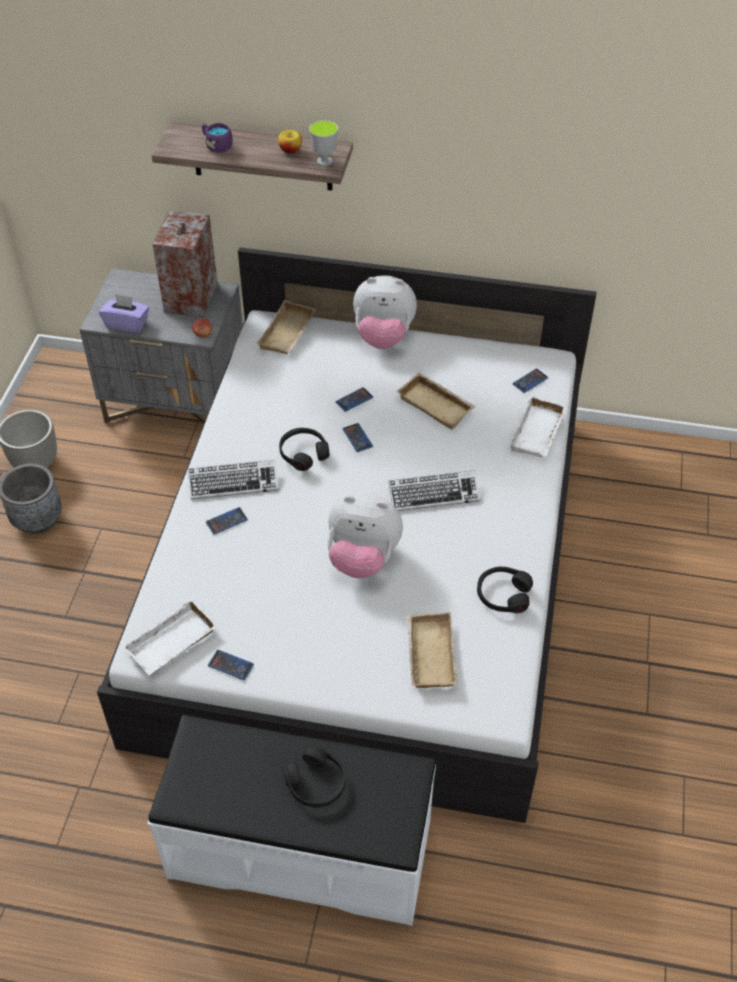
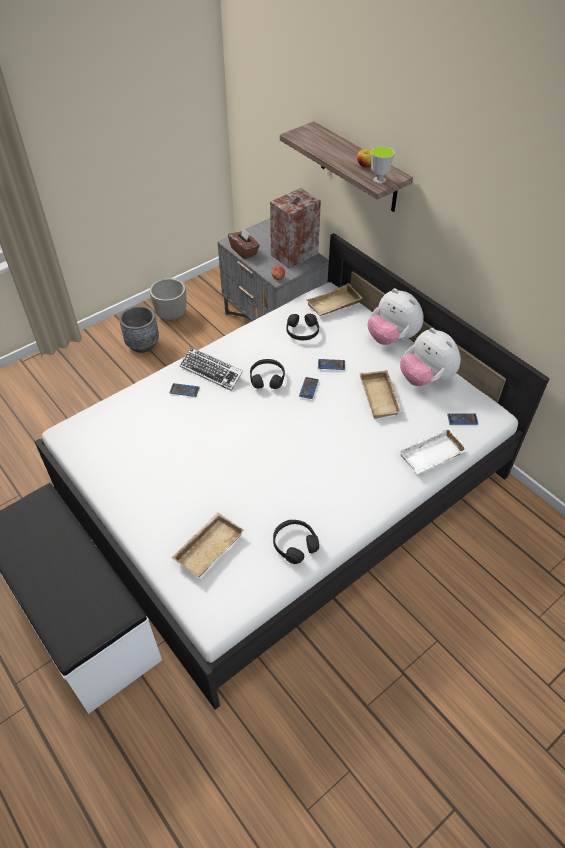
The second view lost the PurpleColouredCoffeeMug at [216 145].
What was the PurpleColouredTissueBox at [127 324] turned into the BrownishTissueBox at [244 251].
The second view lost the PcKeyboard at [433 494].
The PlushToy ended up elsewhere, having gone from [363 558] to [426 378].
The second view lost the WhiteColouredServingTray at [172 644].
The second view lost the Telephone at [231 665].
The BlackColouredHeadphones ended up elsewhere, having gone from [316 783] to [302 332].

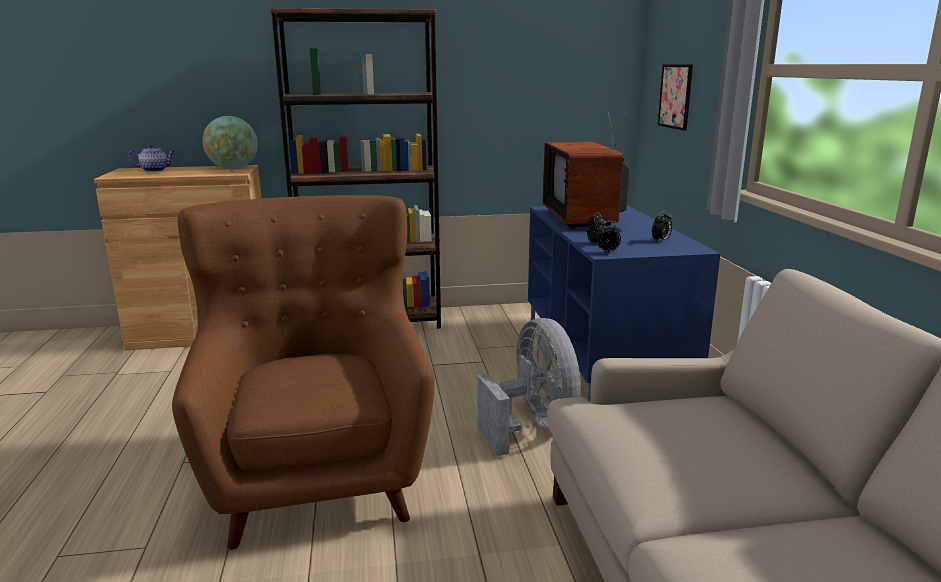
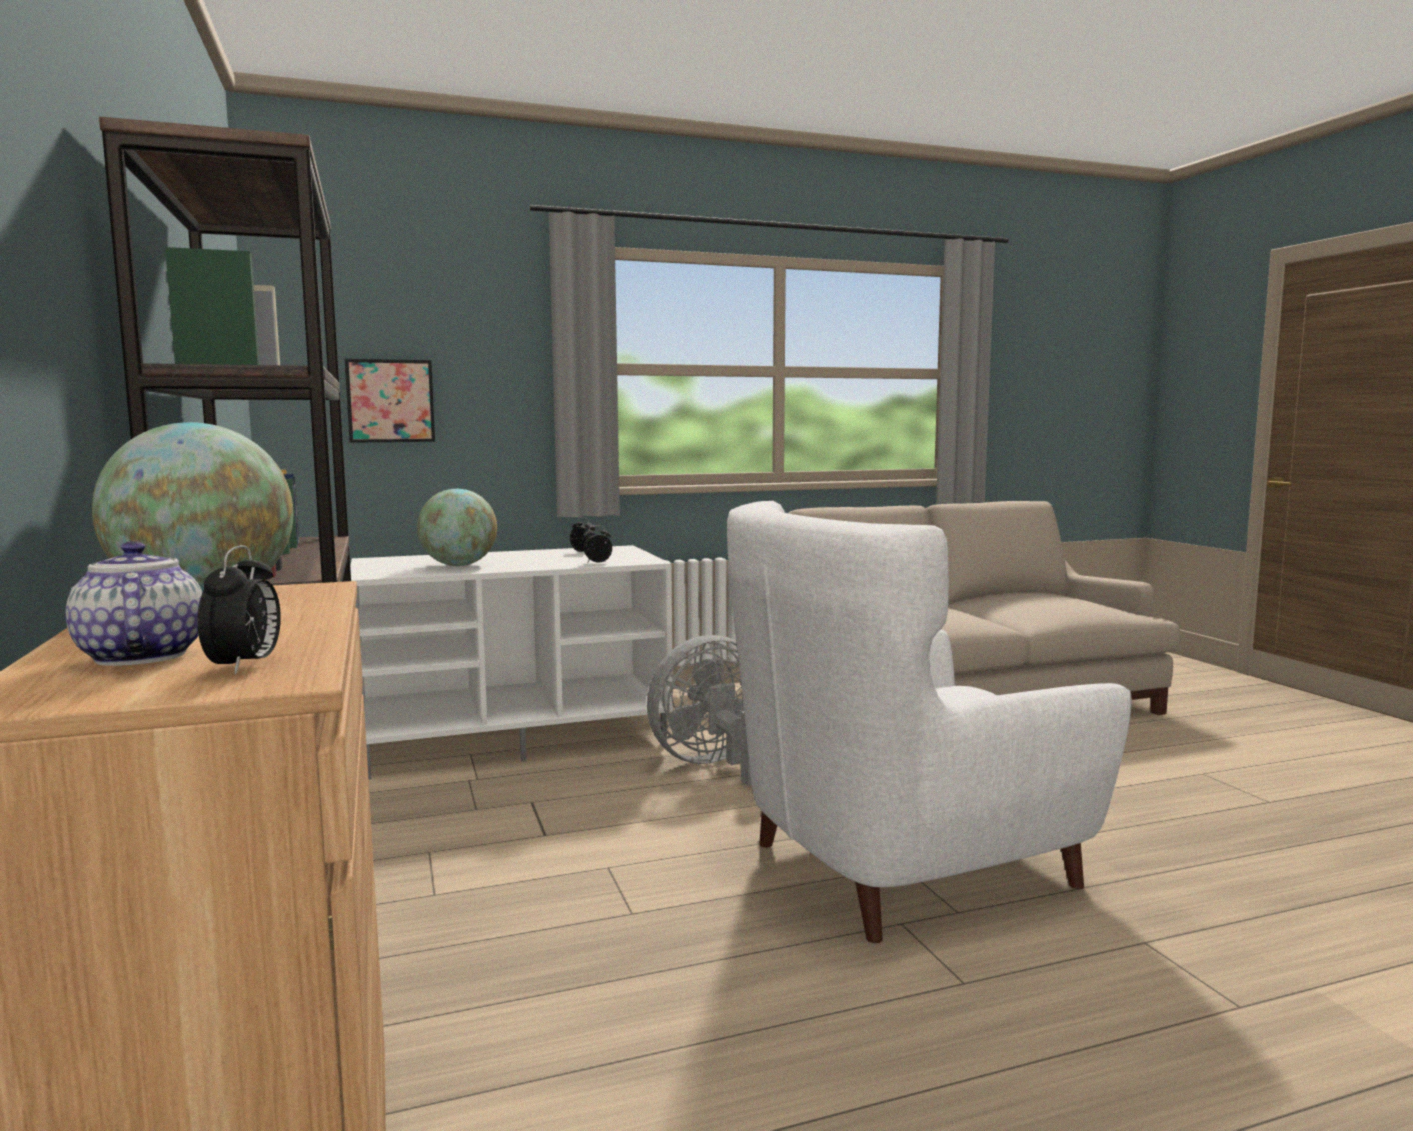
Where the Television stood at [585 219], the Globe came to stand at [459 565].
What was the BrownishEasyChair at [317 472] turned into the WhiteColouredEasyChair at [902 866].
What was the BlueTvUnit at [605 356] turned into the WhiteColouredTvUnit at [516 738].
The TableClock ended up elsewhere, having gone from [607 252] to [245 666].

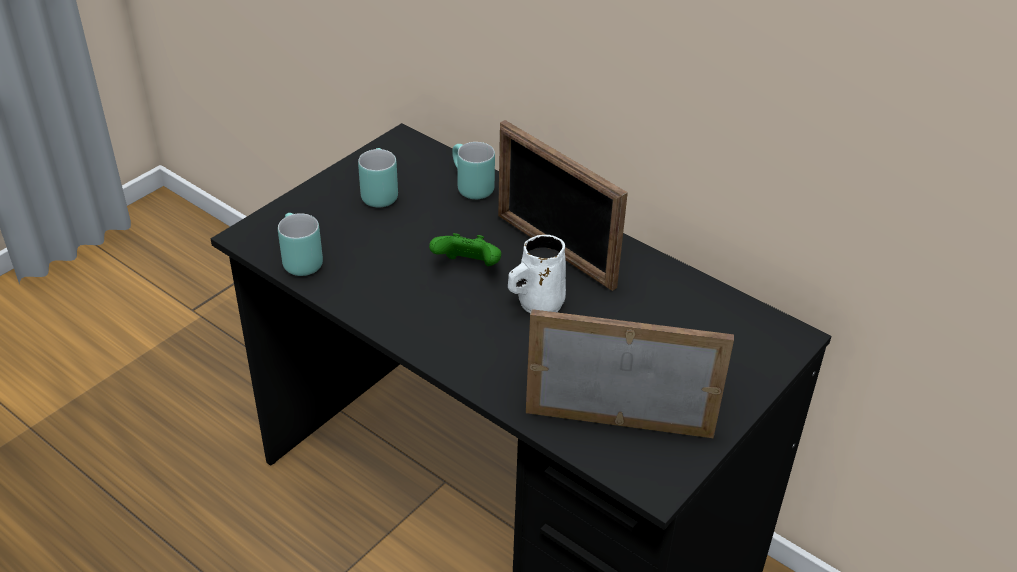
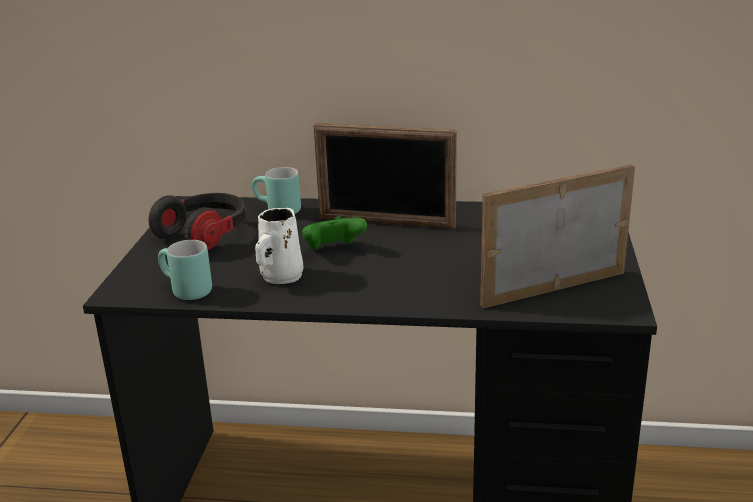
Where the BlueGreenCoffeeMug stood at [377 193], the Headphones came to stand at [205 235].
The WhiteColouredCoffeeMug ended up elsewhere, having gone from [538 304] to [280 277].

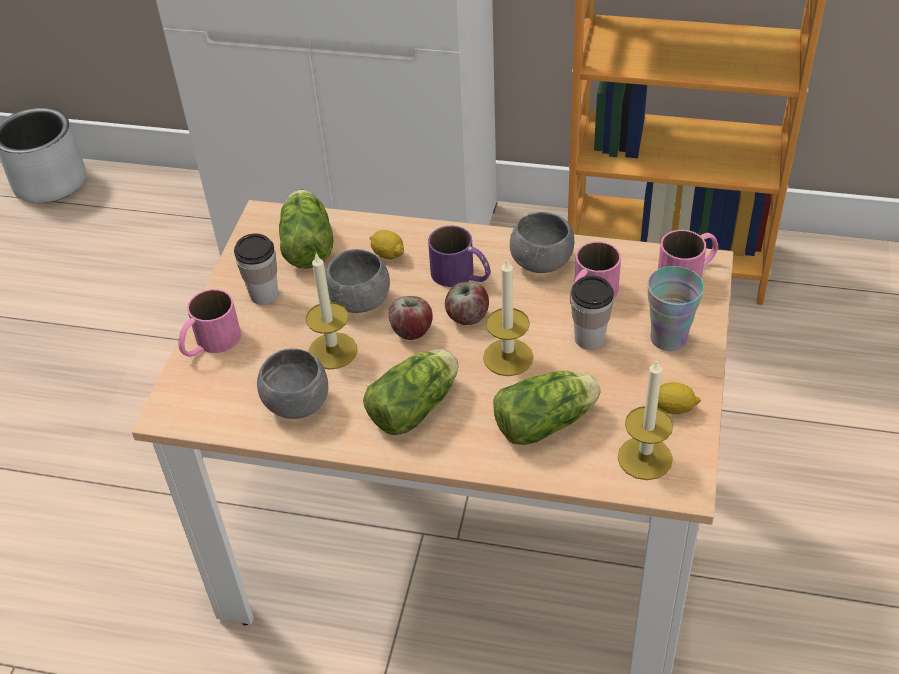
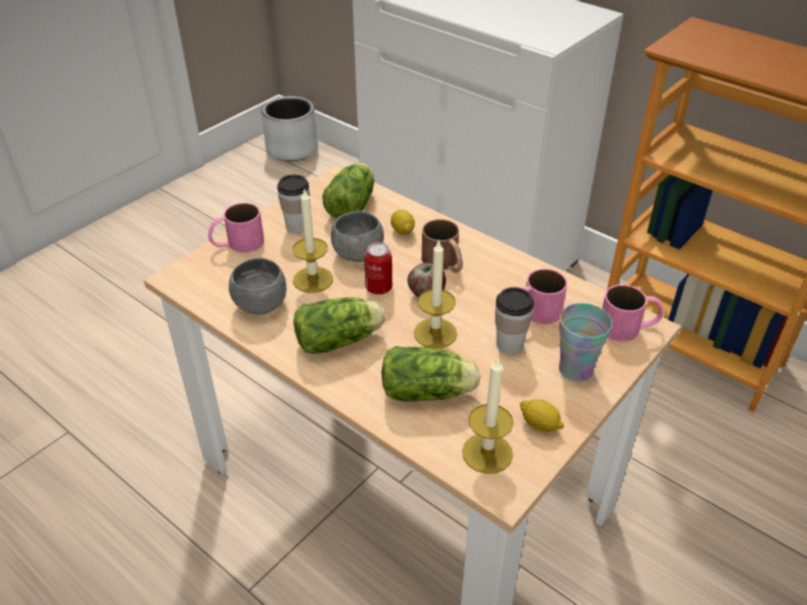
The second view lost the GrayDeepDish at [542 262].
What was the PurpleColouredCoffeeMug at [461 275] turned into the BrownishCoffeeMug at [444 264].
Where the WholeApple stood at [412 331], the MetalCan came to stand at [378 287].

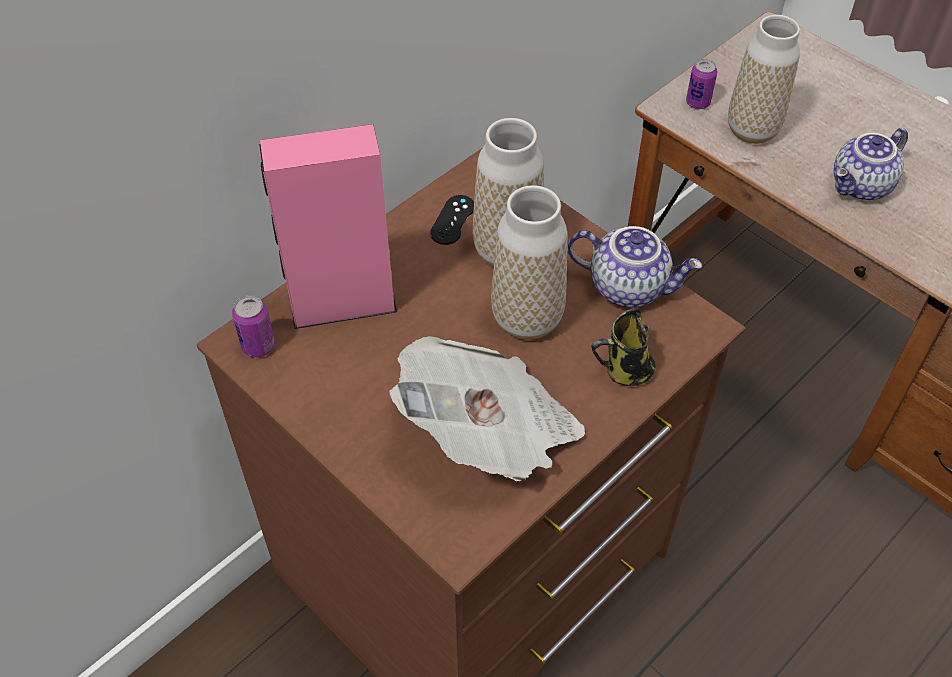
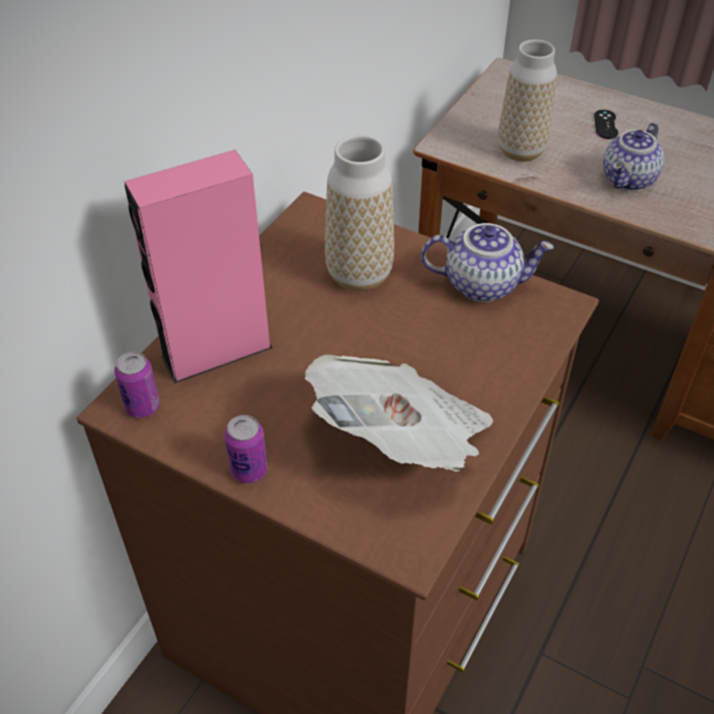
The MetalCan ended up elsewhere, having gone from [698 103] to [249 470].
The second view lost the FlowerVase at [527 319].
The BlackColouredGamepad ended up elsewhere, having gone from [453 220] to [605 124].
The second view lost the CoffeeMug at [625 370].

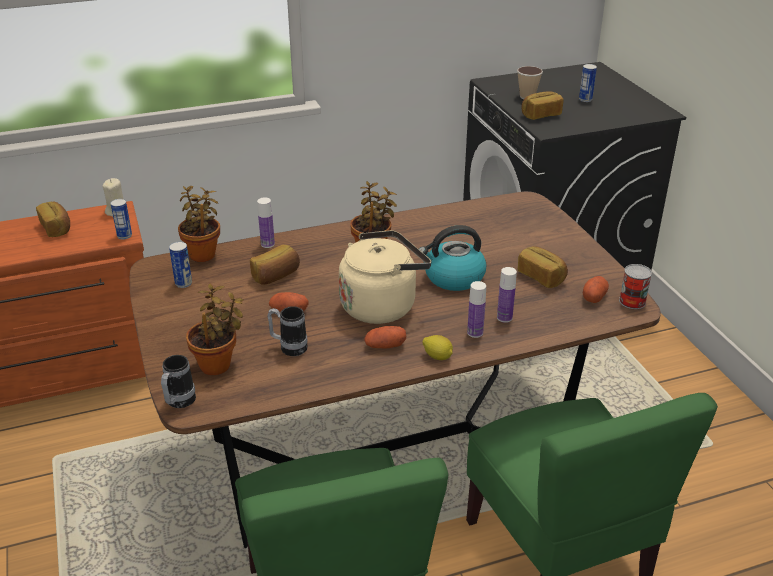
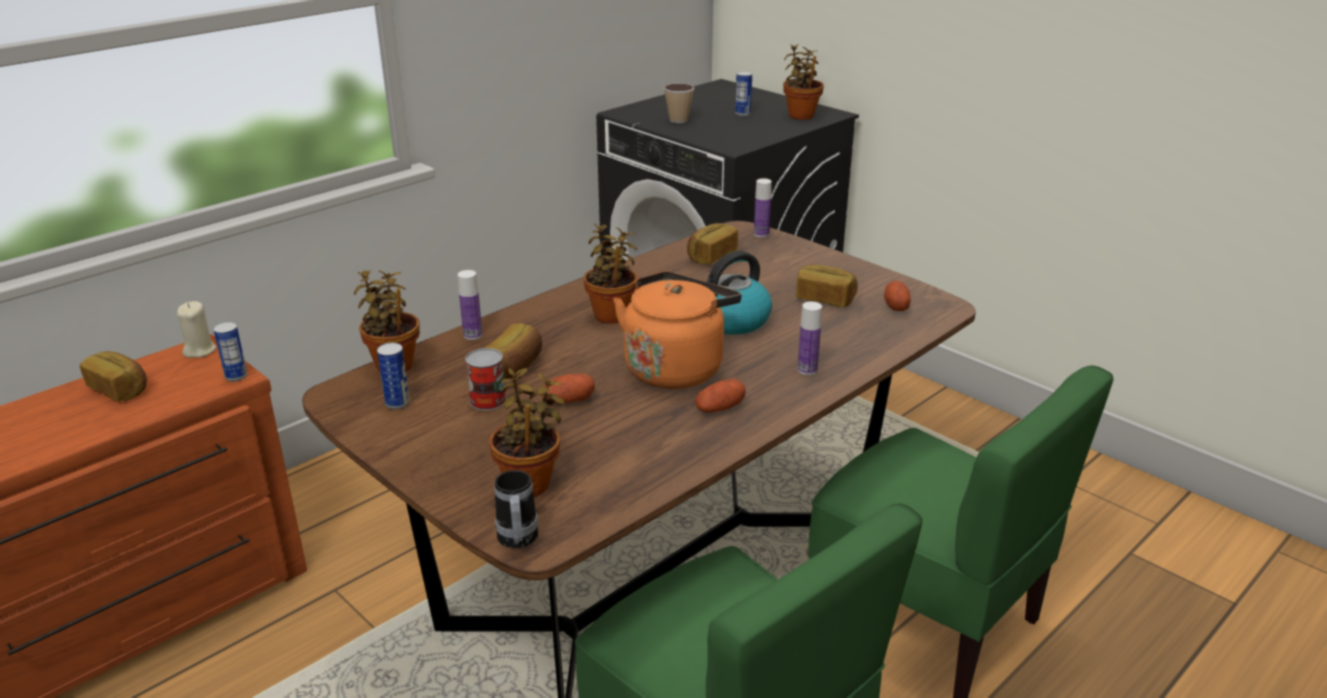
The BakedBread ended up elsewhere, having gone from [540 115] to [711 256].
What was the BeigeTeaKettle at [382 305] turned into the OrangeyTeaKettle at [676 367].
The MetalCan ended up elsewhere, having gone from [632 301] to [488 400].
The BeverageBottle ended up elsewhere, having gone from [504 318] to [761 234].
The second view lost the CoffeeMug at [289 347].
The second view lost the Lemon at [437 356].
The second view gained the PlantInAPot at [800 115].

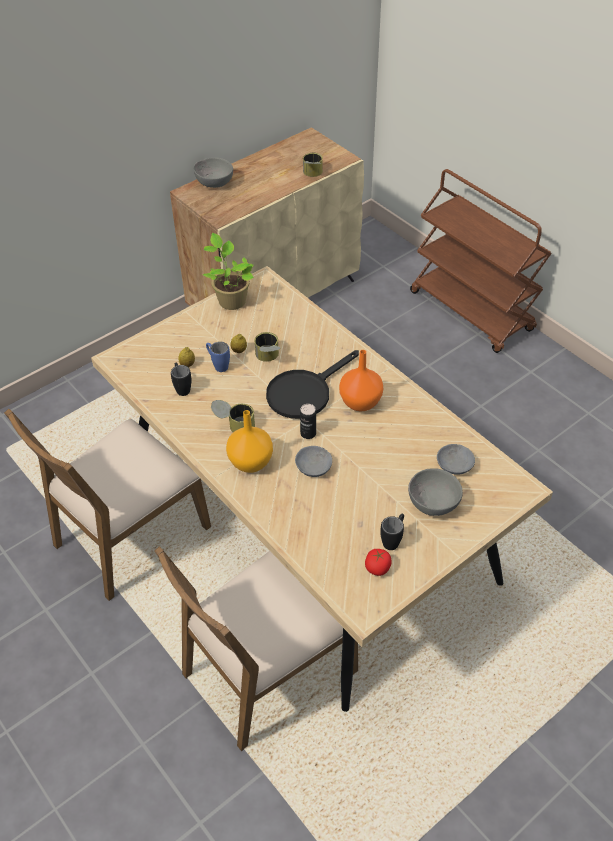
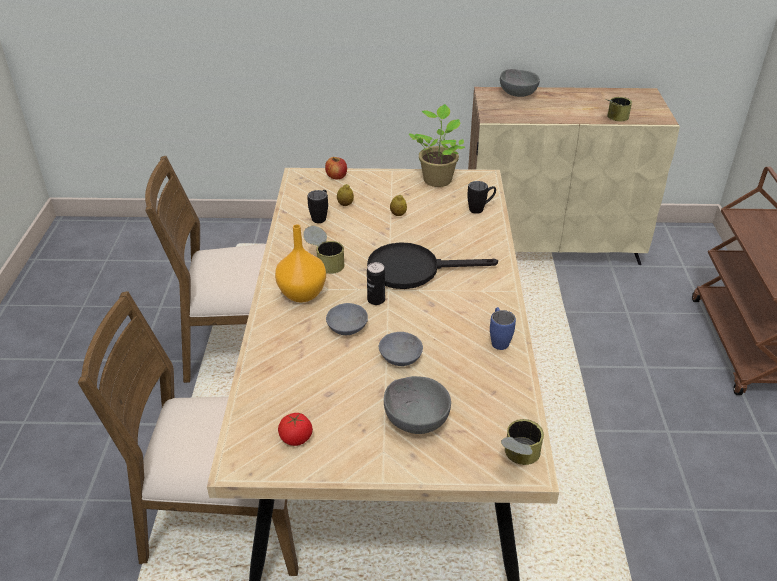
The MetalCan ended up elsewhere, having gone from [268 358] to [518 458].
The BlueCoffeeMug ended up elsewhere, having gone from [218 365] to [498 340].
The second view lost the OrangeyFlowerVase at [359 403].
The GrayDeepDish ended up elsewhere, having gone from [453 466] to [399 357].
The BlackColouredCoffeeMug ended up elsewhere, having gone from [393 540] to [480 209].
The second view gained the WholeApple at [336 176].

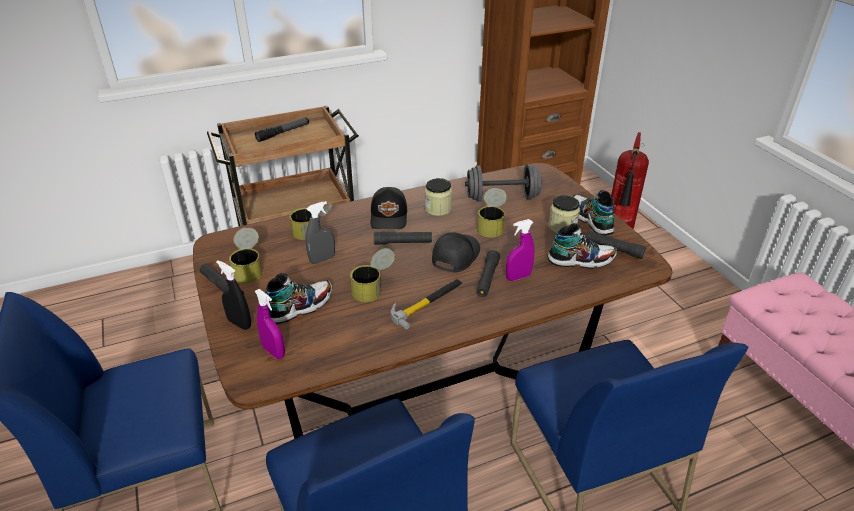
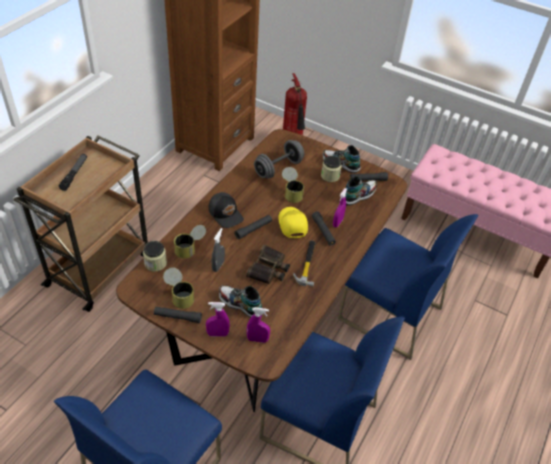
The StorageJar ended up elsewhere, having gone from [438 209] to [155 263].
What was the BlackColouredPeakedCap at [454 256] turned into the YellowishPeakedCap at [292 225].
Where the MetalCan stood at [374 288], the PairOfBinoculars came to stand at [269 269].
What was the BlackColouredSprayer at [239 323] turned into the PurpleColouredSprayer at [217 334].
The LowShoe at [299 307] ended up facing another way, 75 degrees counterclockwise from before.

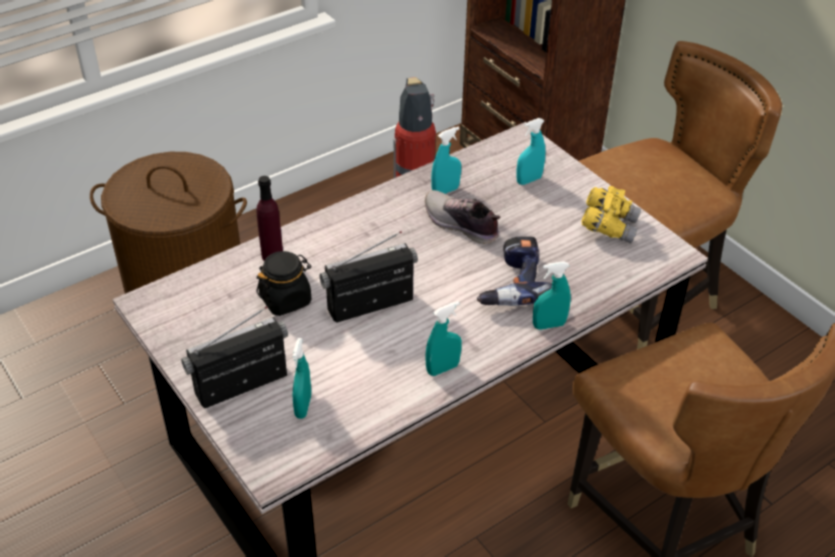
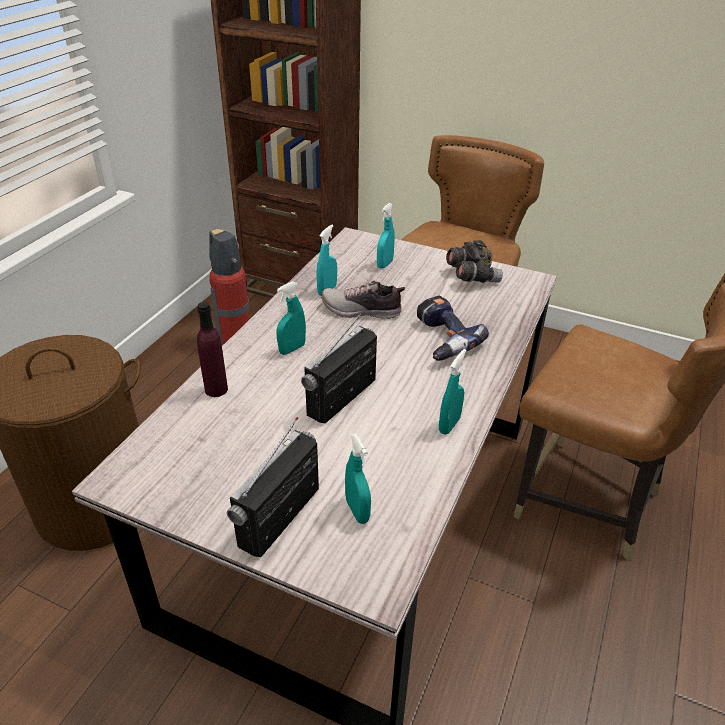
What was the YellowishPairOfBinoculars at [608 226] turned into the GrayPairOfBinoculars at [472 276].
The second view lost the BlackColouredStorageJar at [286 299].
The BlueGreenSprayer ended up elsewhere, having gone from [549 325] to [292 349].

